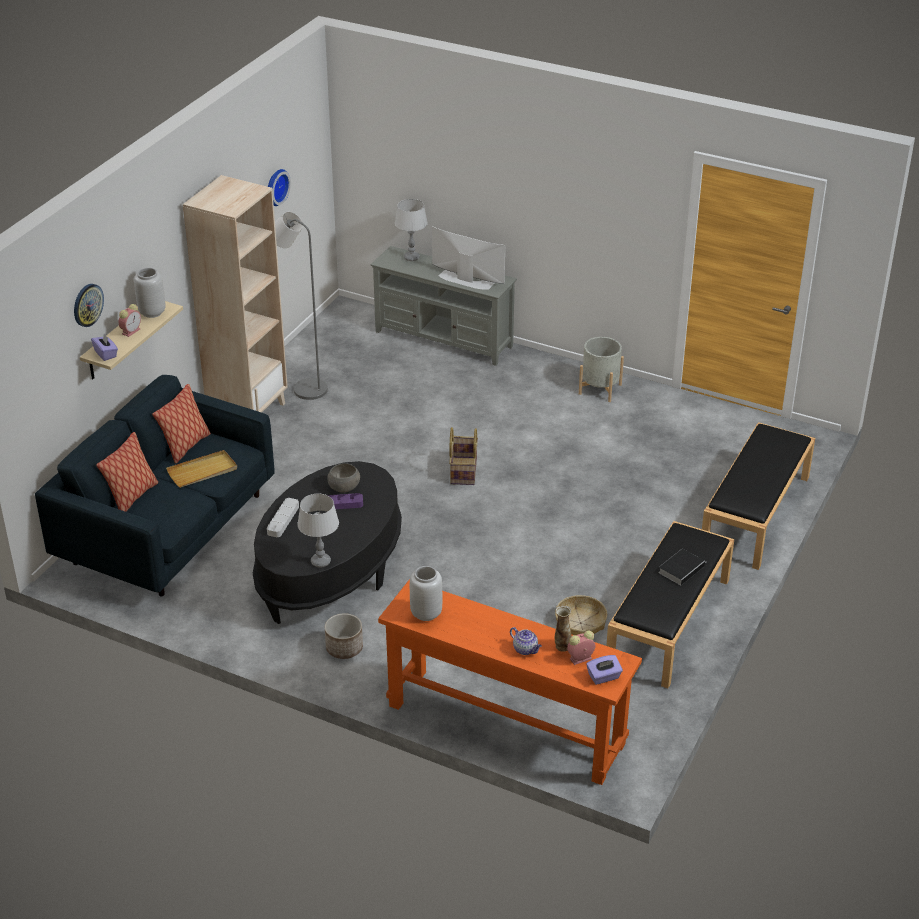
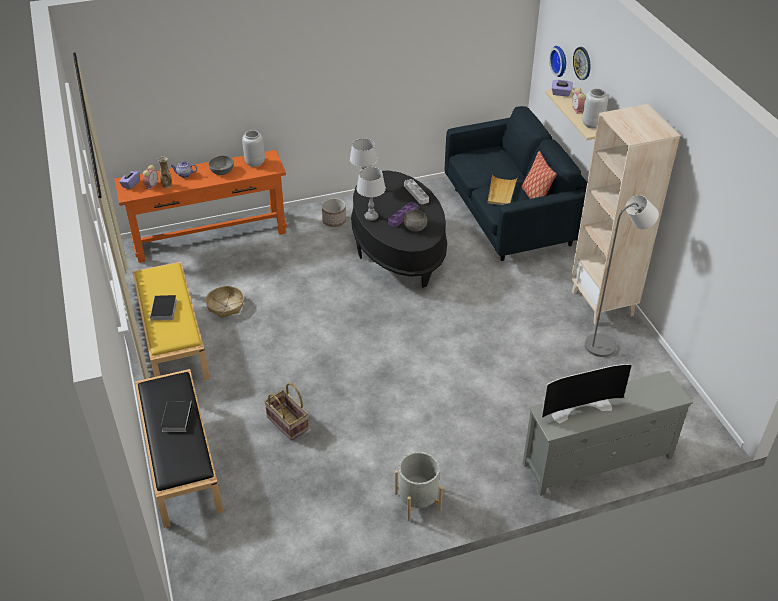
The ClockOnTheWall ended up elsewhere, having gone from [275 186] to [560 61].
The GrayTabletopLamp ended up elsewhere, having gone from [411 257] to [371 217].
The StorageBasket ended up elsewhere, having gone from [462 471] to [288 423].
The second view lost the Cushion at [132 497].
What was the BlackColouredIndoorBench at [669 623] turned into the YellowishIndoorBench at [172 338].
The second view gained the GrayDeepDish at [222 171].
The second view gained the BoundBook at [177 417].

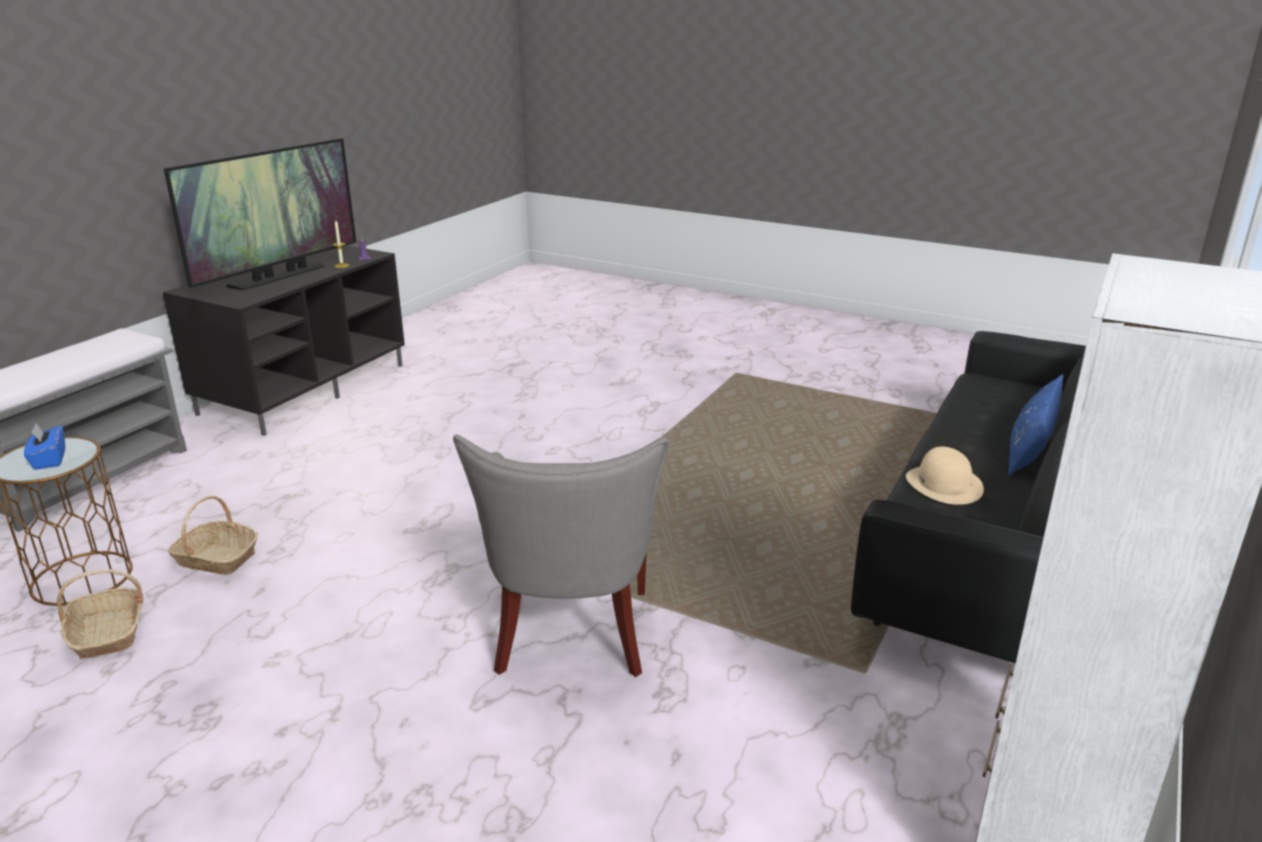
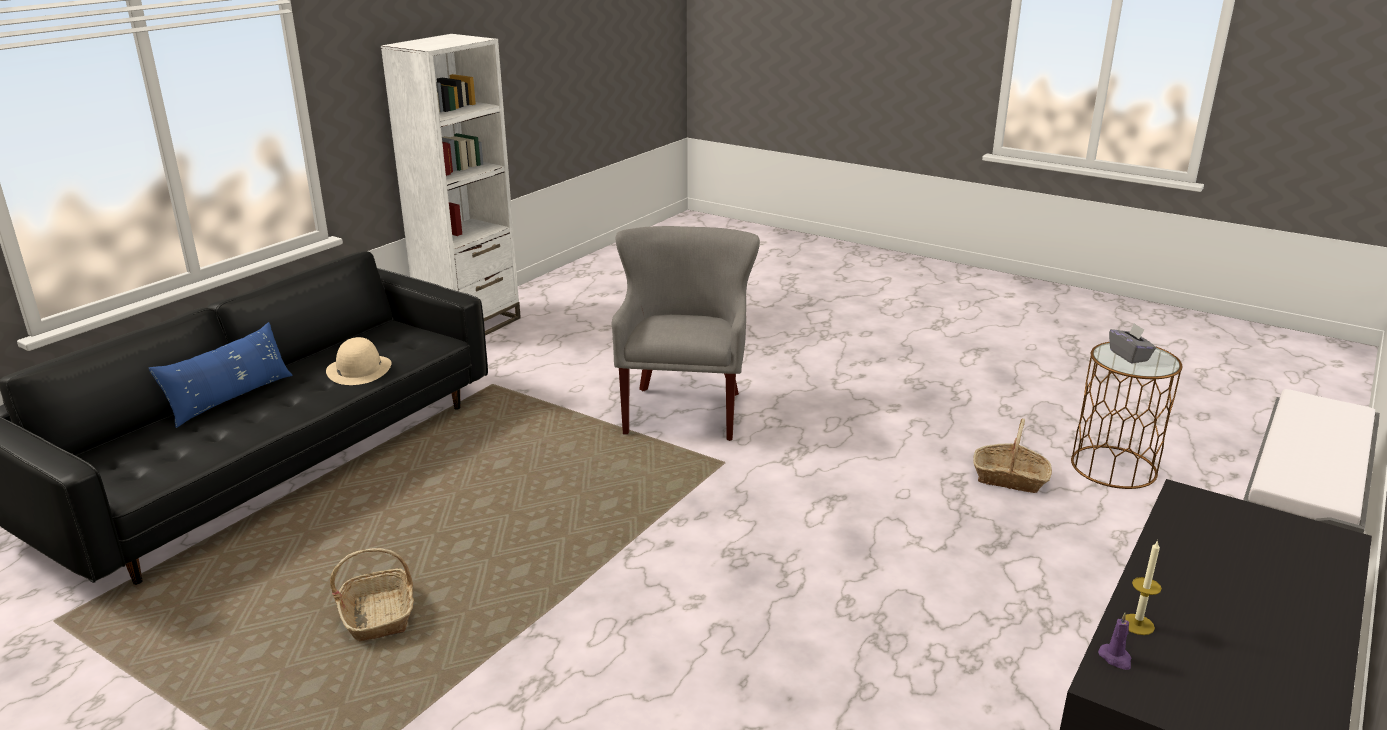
The second view lost the Television at [279 276].
What was the BlueTissueBox at [49 460] turned into the GrayTissueBox at [1129 356].
The StorageBasket ended up elsewhere, having gone from [108 633] to [379 615].

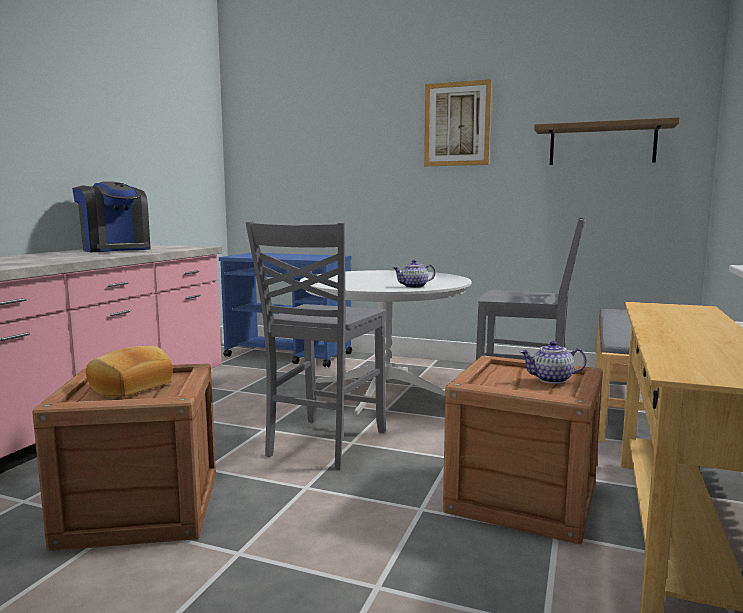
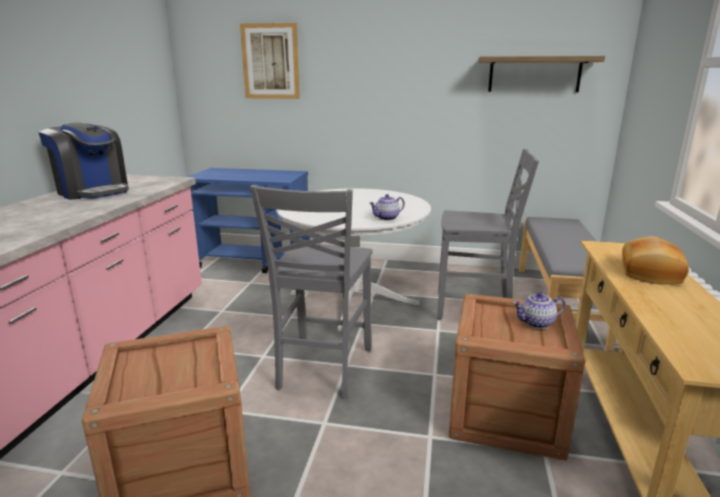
The WallArt ended up elsewhere, having gone from [457 124] to [270 61].
The BakedBread ended up elsewhere, having gone from [129 387] to [648 273].

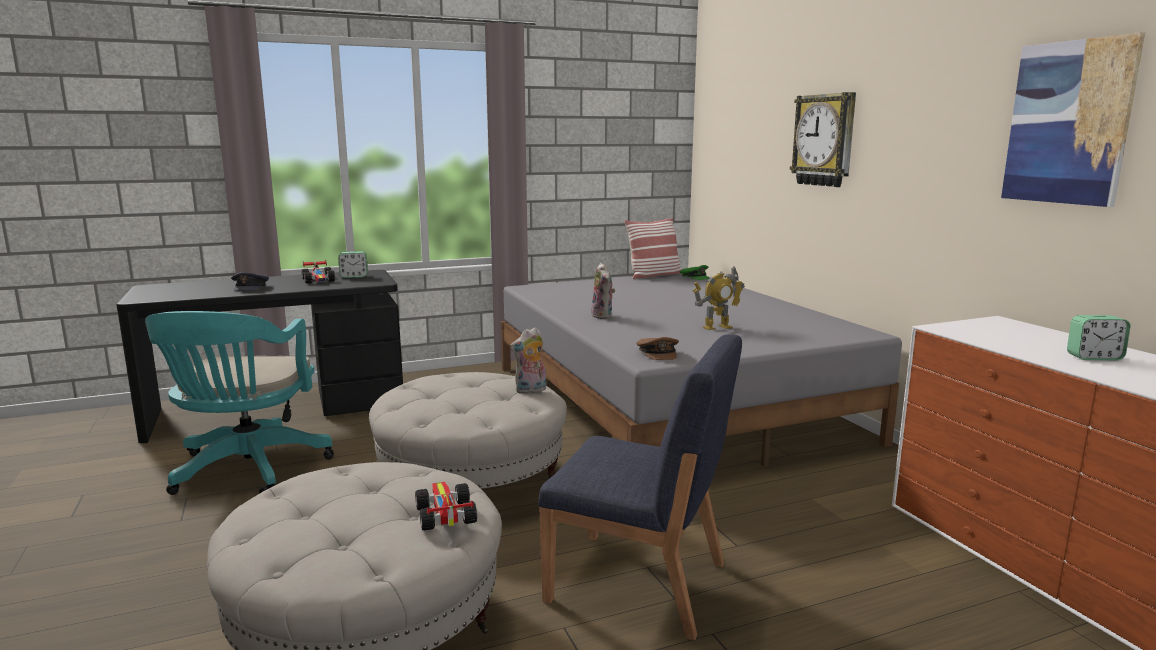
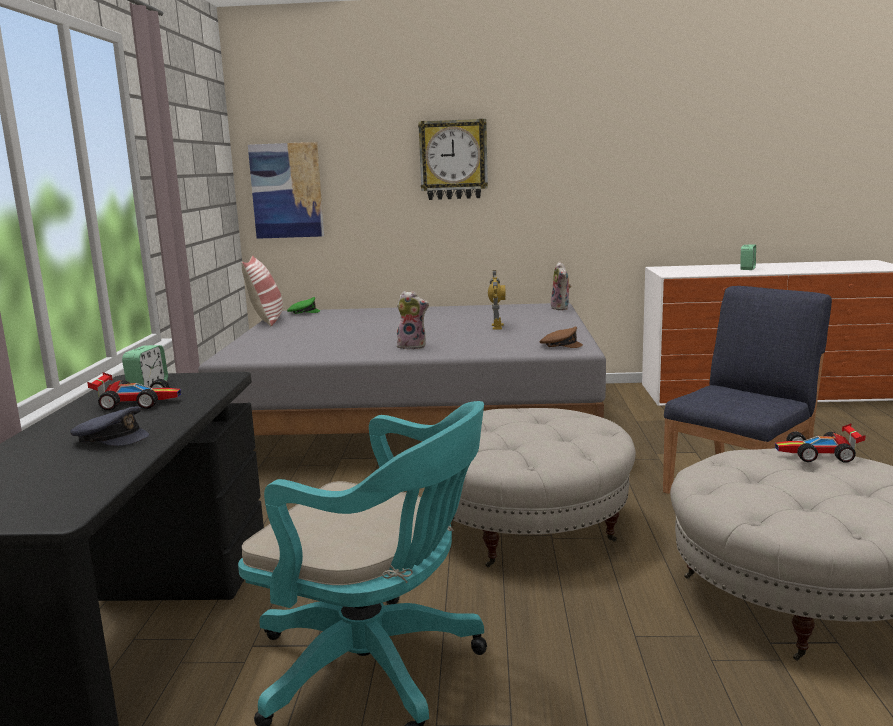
The WallArt ended up elsewhere, having gone from [1068 123] to [286 191].
The PlushToy ended up elsewhere, having gone from [530 391] to [561 308].

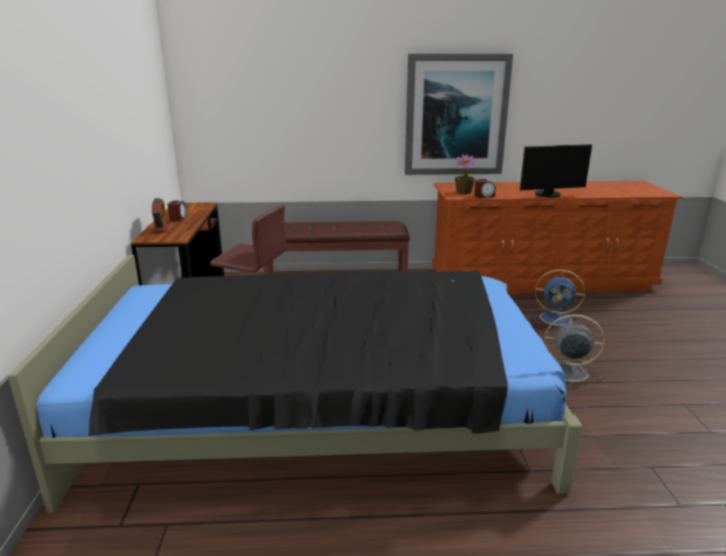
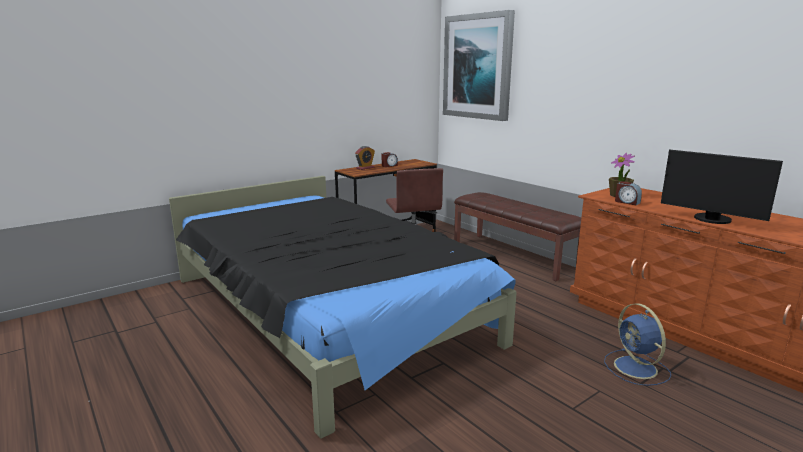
The WallArt ended up elsewhere, having gone from [455 115] to [478 67].
The second view lost the GrayElectricFan at [566 371].

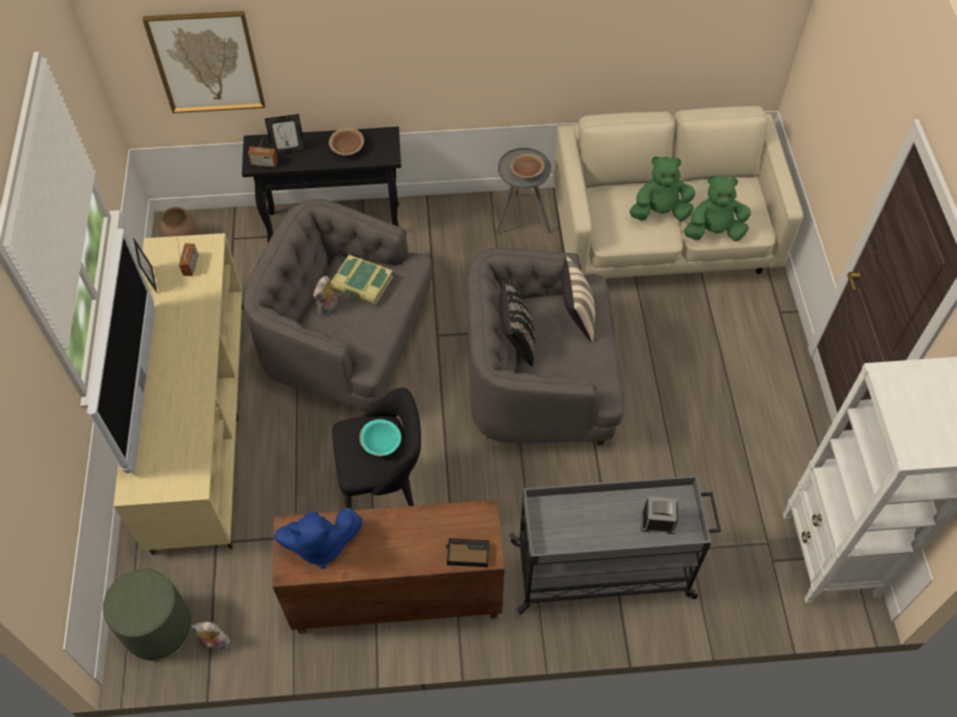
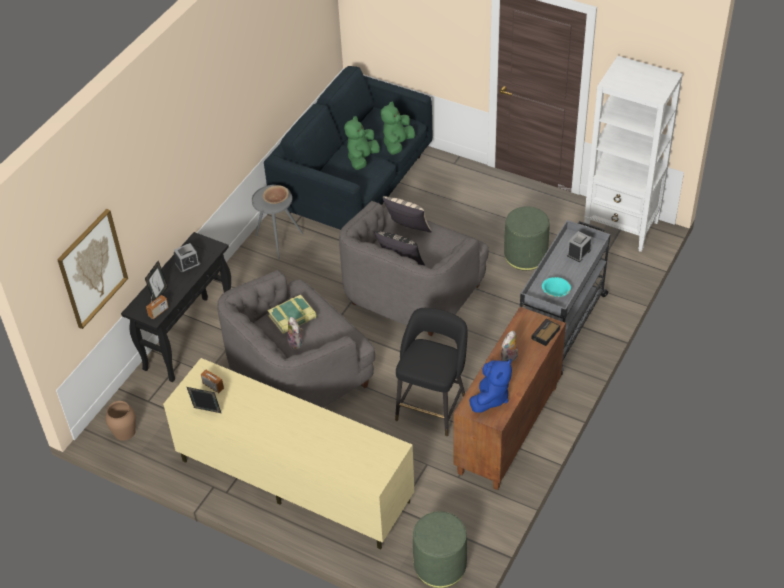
What was the BeigeSettee at [662 237] turned into the BlueSettee at [355 184].
Where the BrownishDeepDish stood at [347 148], the TableClock came to stand at [188 264].
The second view lost the Television at [142 387].
The BlueGreenDeepDish ended up elsewhere, having gone from [381 443] to [555 292].
The PlushToy ended up elsewhere, having gone from [215 643] to [509 359].
The second view gained the GreenishOttoman at [525 255].

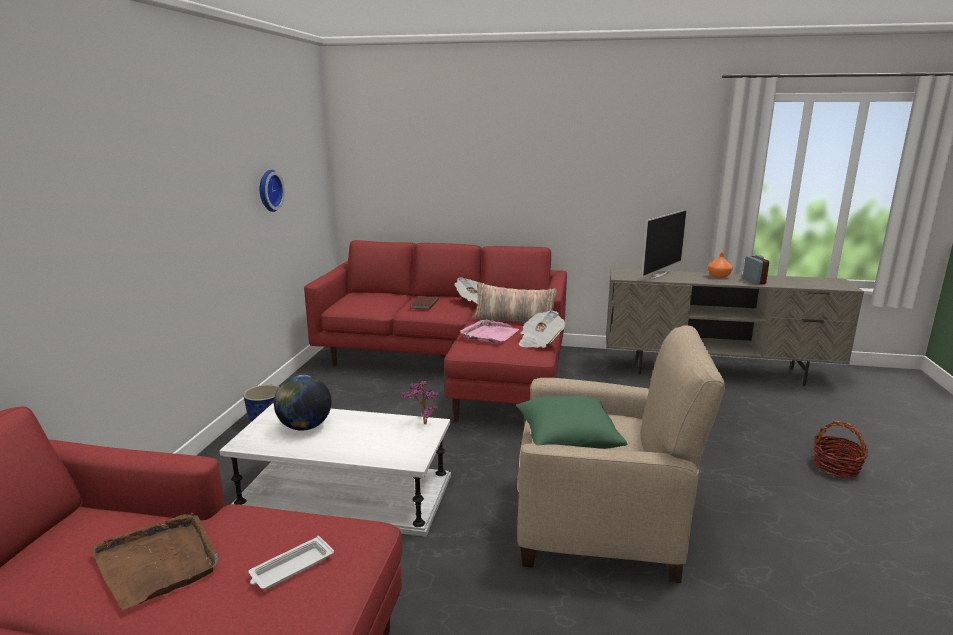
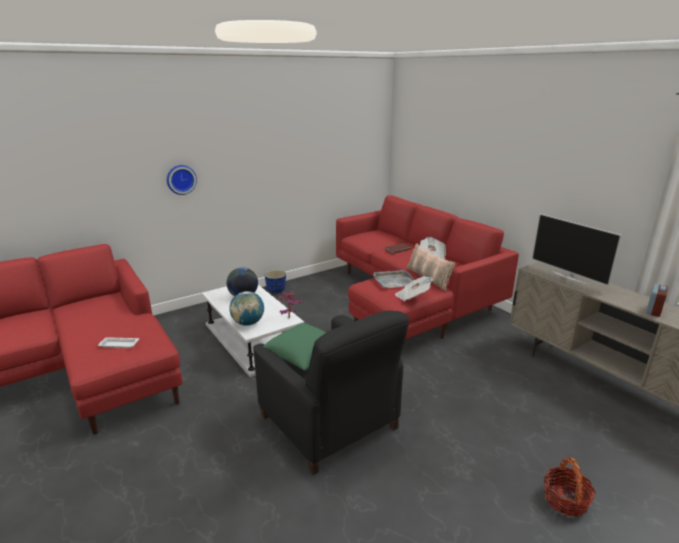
The ClockOnTheWall ended up elsewhere, having gone from [268 190] to [181 179].
The Television at [658 275] ended up facing another way, 60 degrees clockwise from before.
The second view lost the OrangeyFlowerVase at [718 276].
What was the PinkishServingTray at [490 334] turned into the GrayServingTray at [393 281].
What was the BeigeEasyChair at [601 524] turned into the BlackColouredEasyChair at [329 422].
The second view lost the BrownishServingTray at [159 562].
The second view gained the Globe at [248 323].

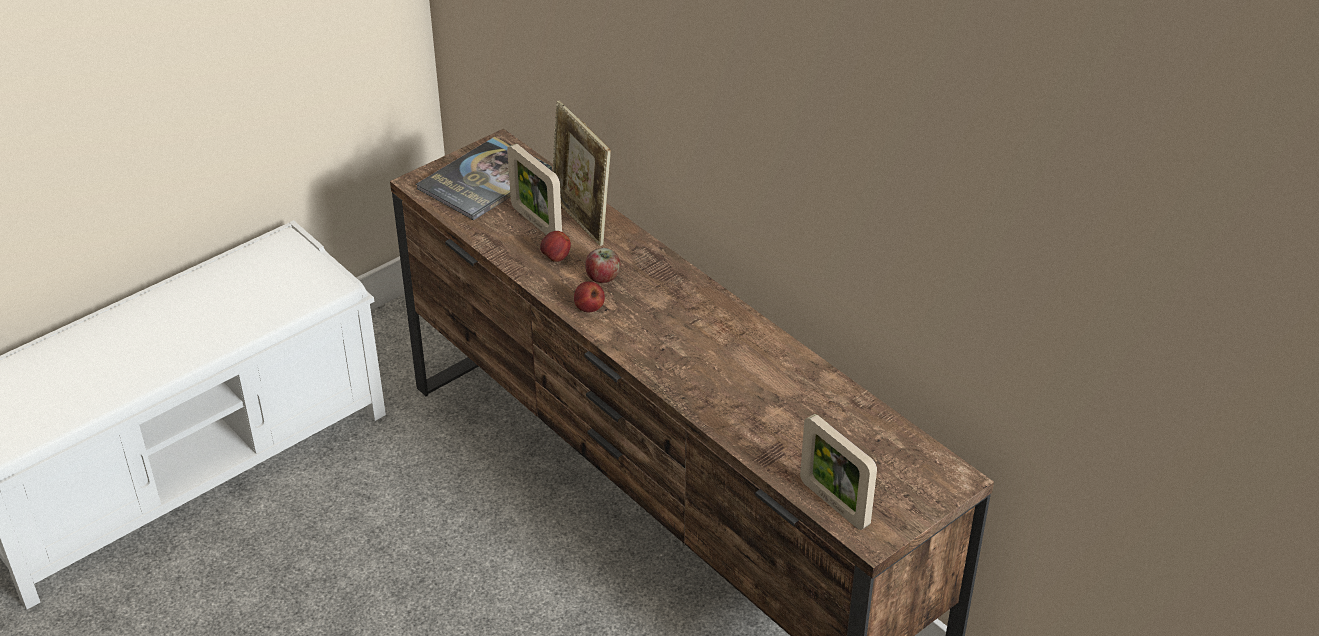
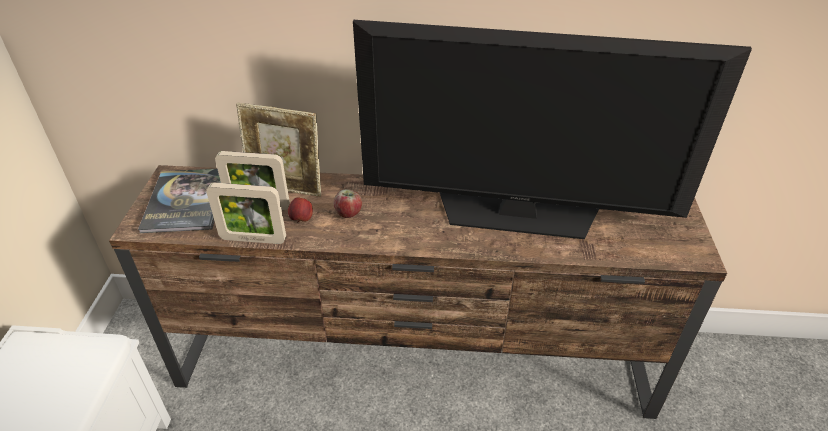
The second view lost the WholeApple at [589 308].
The PictureFrame ended up elsewhere, having gone from [834 504] to [253 239].
The second view gained the Television at [517 213].

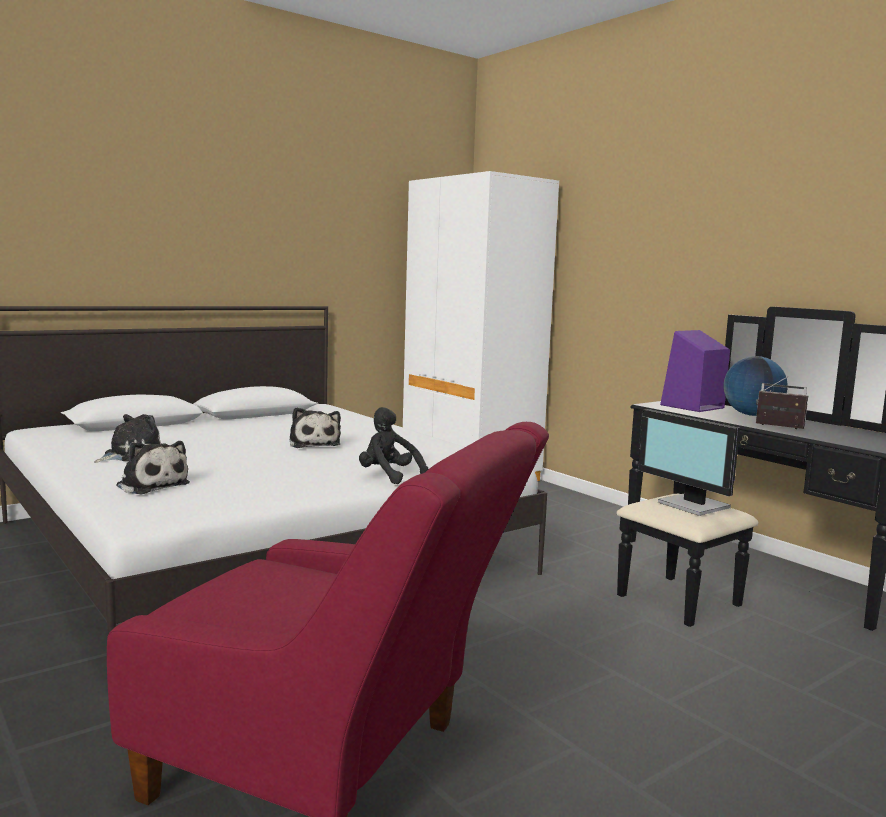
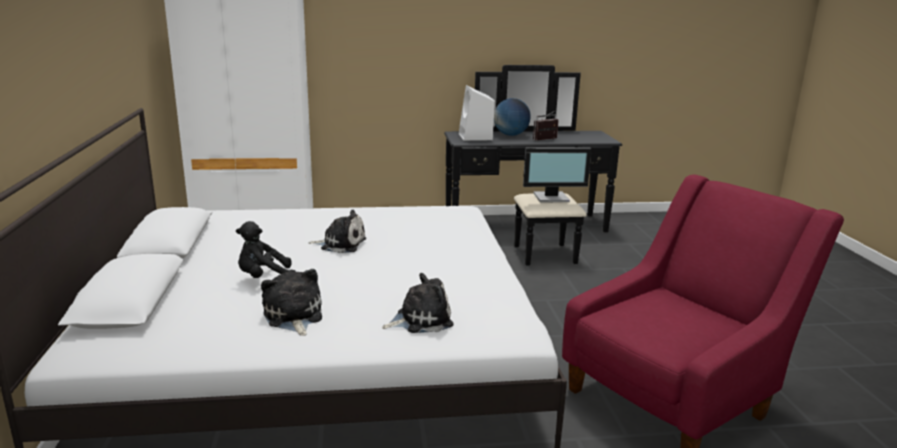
What was the PurpleColouredAudioSpeaker at [691 407] turned into the WhiteColouredAudioSpeaker at [475 137].
The BlackColouredPlushToy ended up elsewhere, having gone from [389 476] to [264 278].

